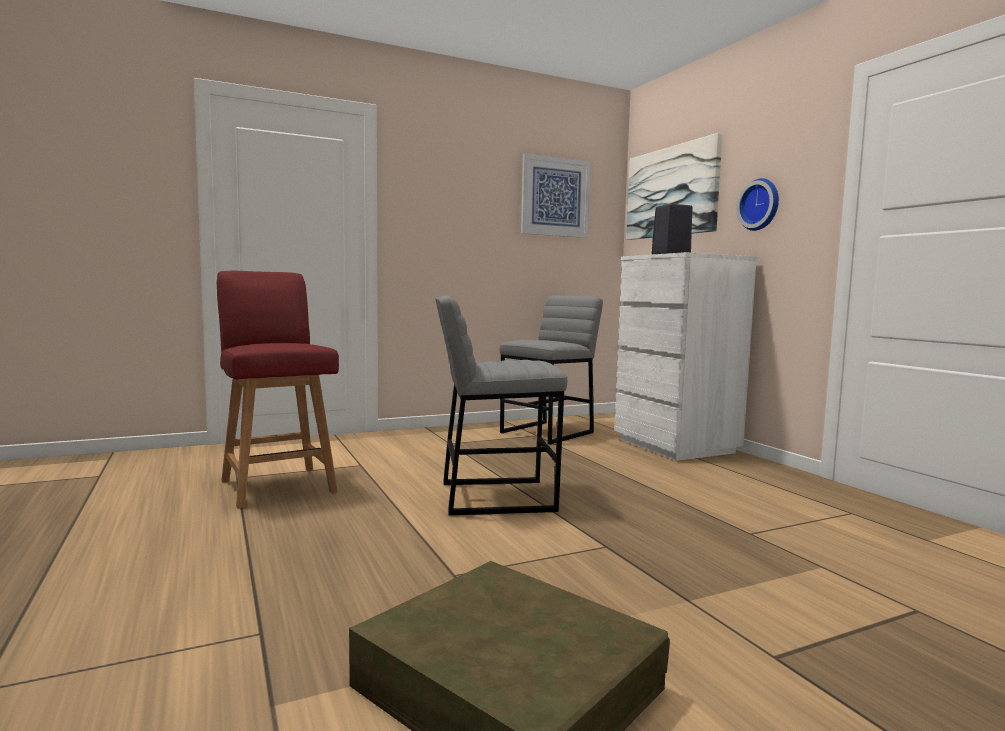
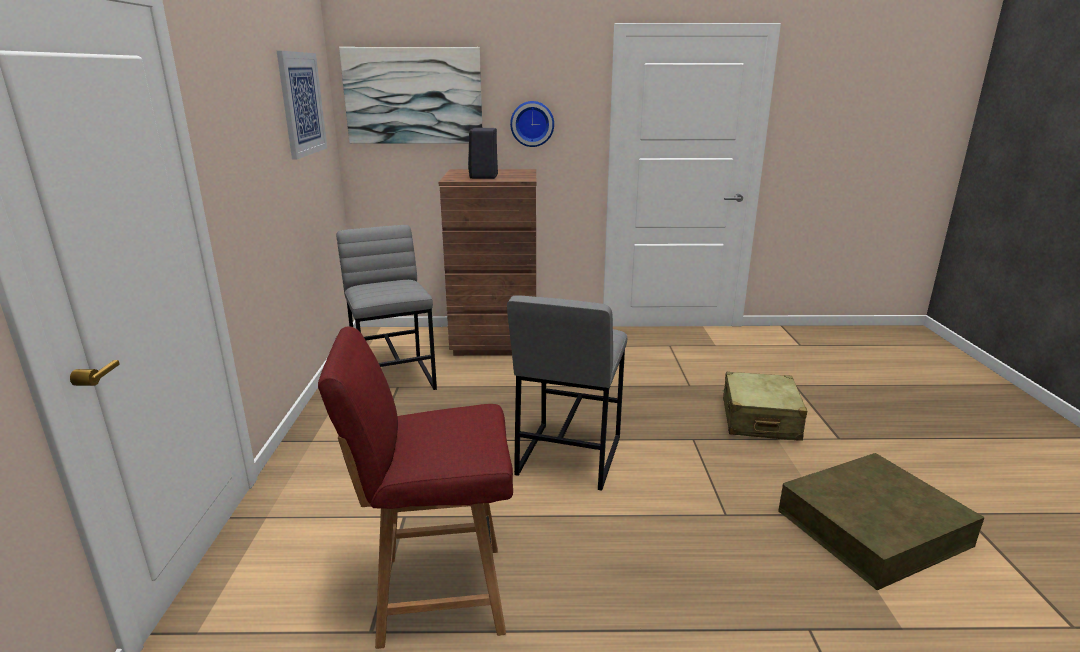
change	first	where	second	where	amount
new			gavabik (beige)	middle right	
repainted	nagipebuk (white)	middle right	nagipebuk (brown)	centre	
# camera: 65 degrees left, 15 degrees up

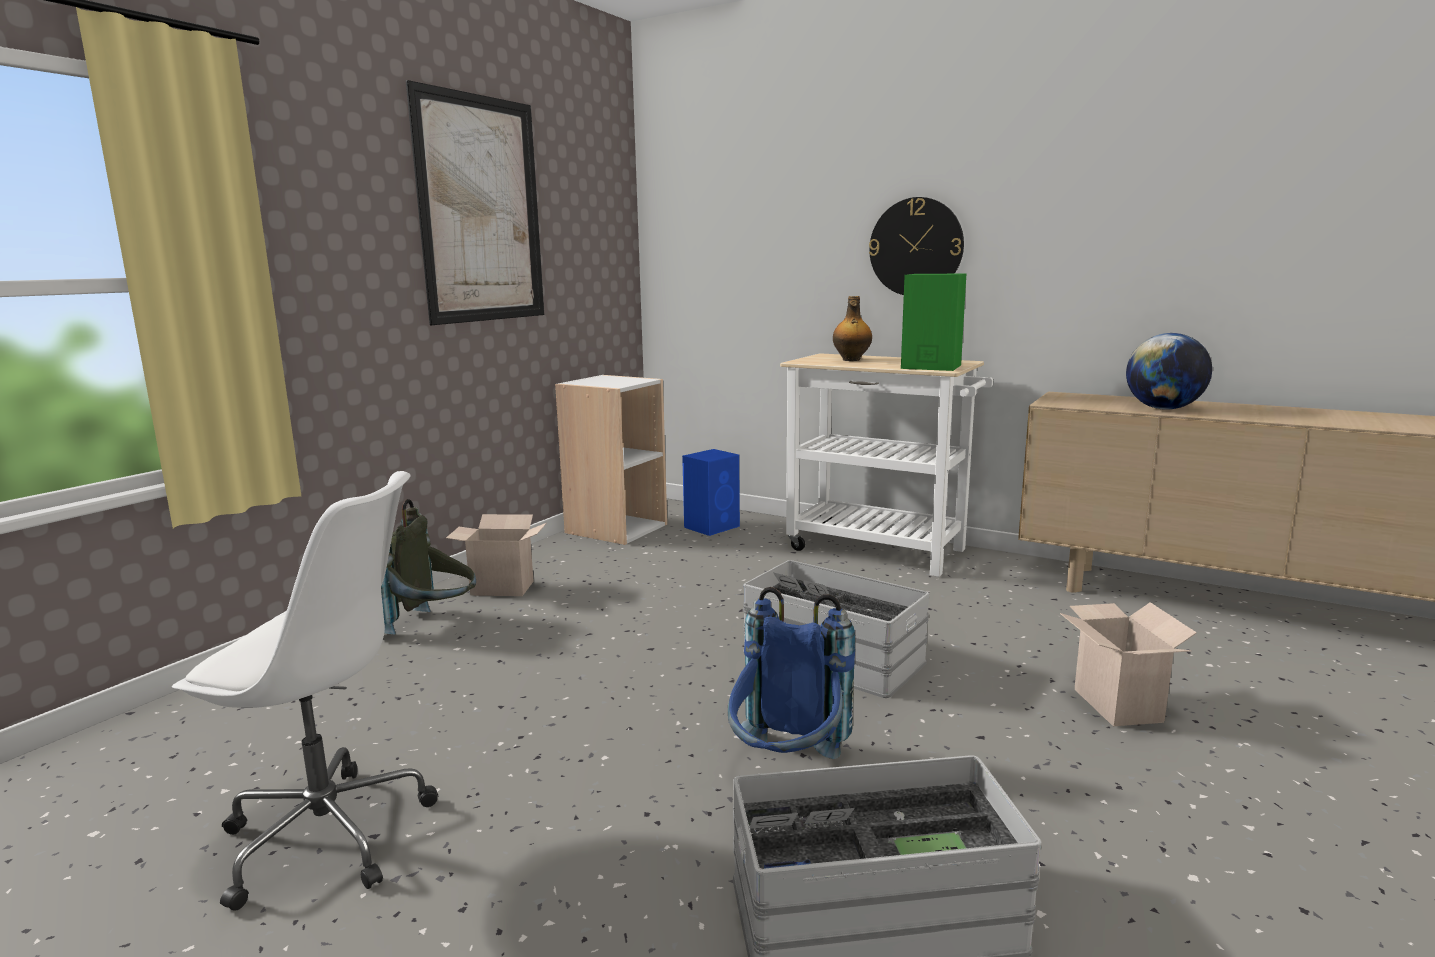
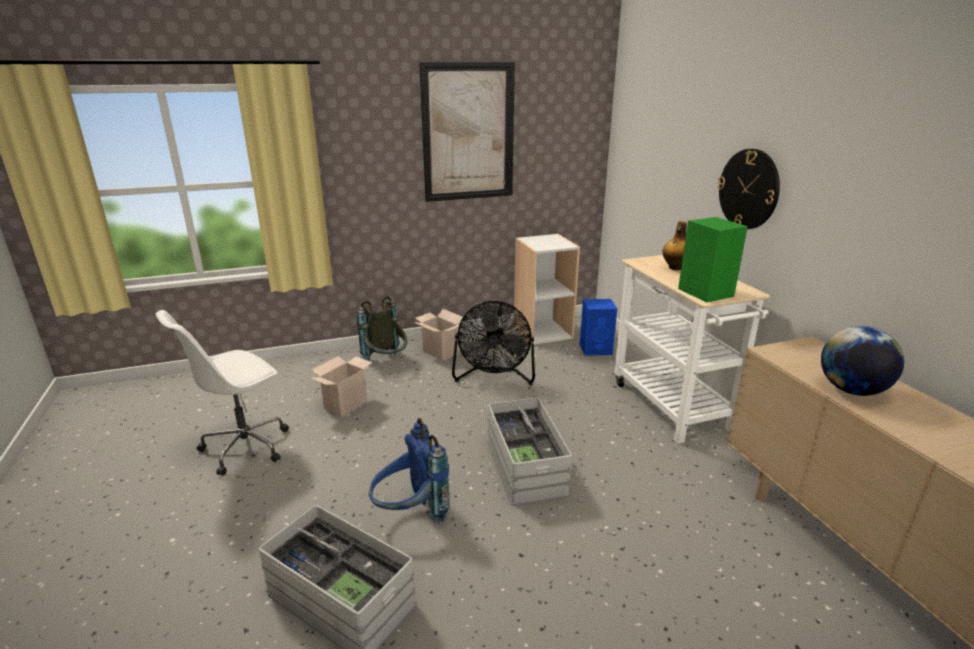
change	first	where	second	where	amount
new			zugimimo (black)	centre	
shifted	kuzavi (no. 2 from left in the first image)	bottom right	kuzavi (no. 1 from left)	centre	
rotated	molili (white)	bottom left		middle left	90 degrees clockwise
# camera: 40 degrees right, 10 degrees up

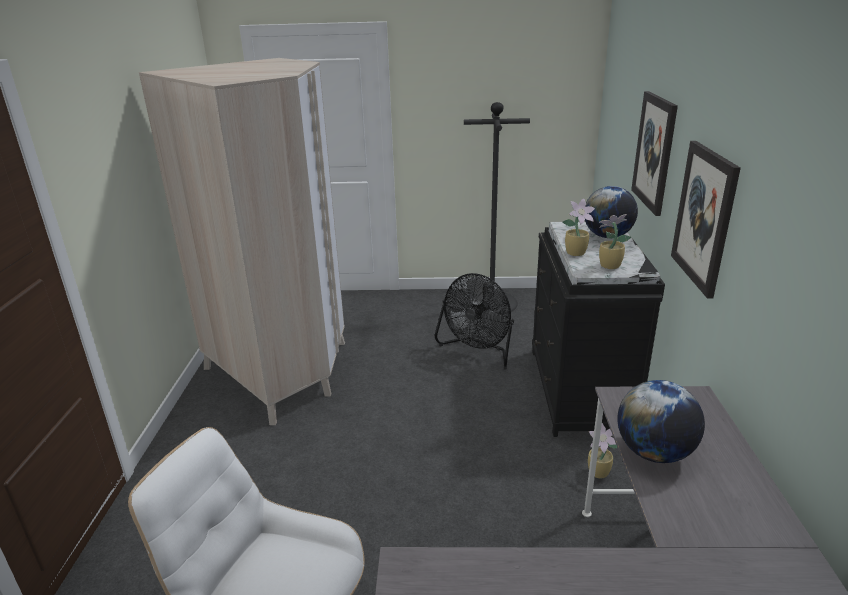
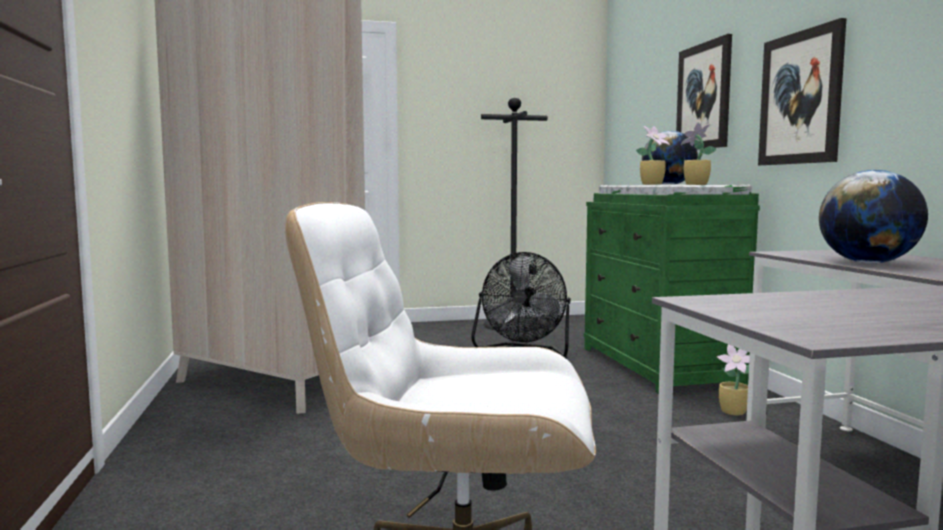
change	first	where	second	where	amount
repainted	nagipebuk (black)	middle right	nagipebuk (green)	middle right	
# camera: 15 degrees left, 20 degrees down

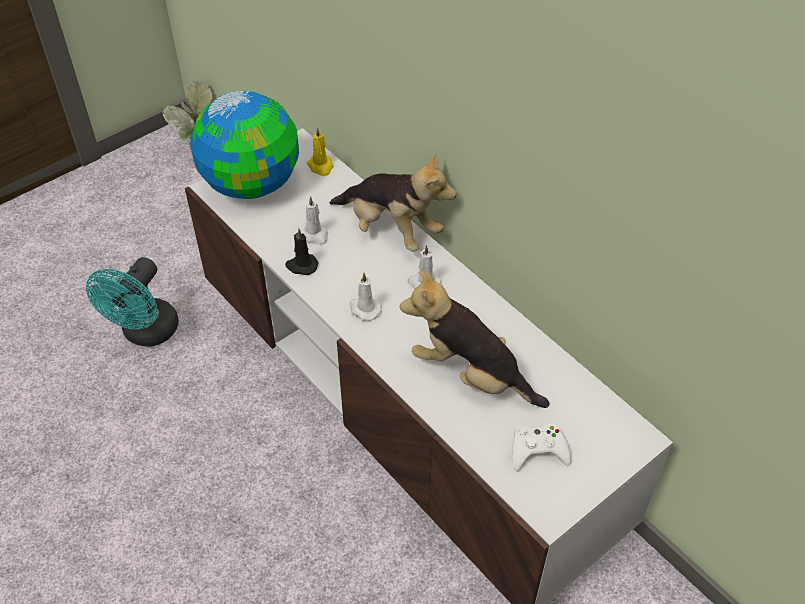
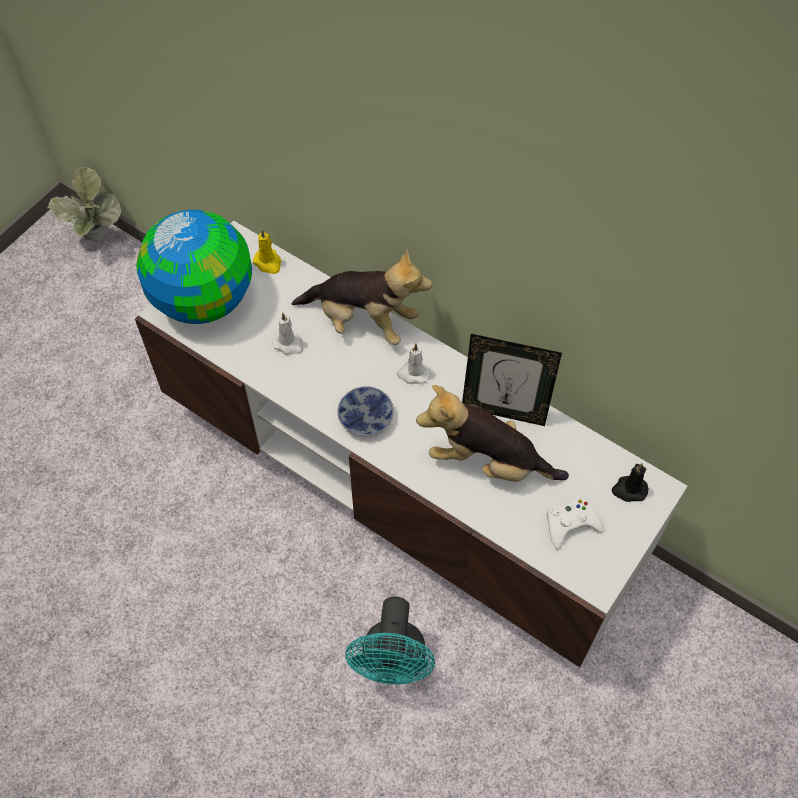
change	first	where	second	where	amount
new			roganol	centre	
shifted	zugimimo (turquoise)	middle left		bottom centre	
shifted	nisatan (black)	centre		middle right	
swapped	nisatan (white) (no. 2 from left)	centre	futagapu	centre	
# camera: 15 degrees left, 10 degrees up

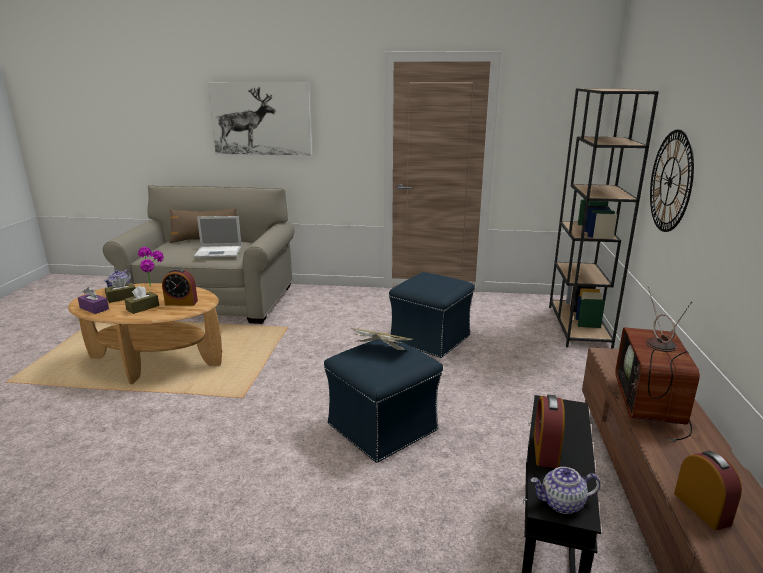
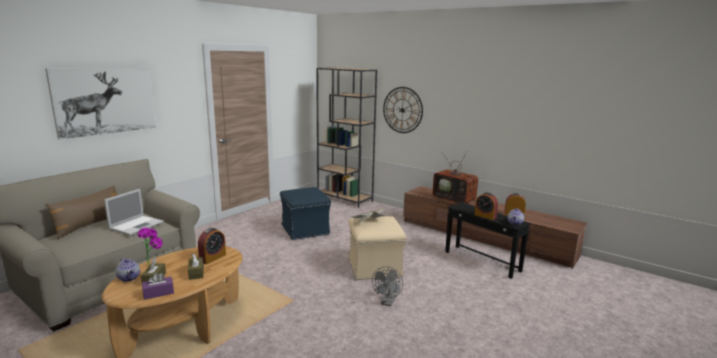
change	first	where	second	where	amount
new			zugimimo (grey)	bottom centre	
repainted	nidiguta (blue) (no. 1 from left)	bottom centre	nidiguta (beige)	bottom centre	
# camera: 60 degrees left, 5 degrees down

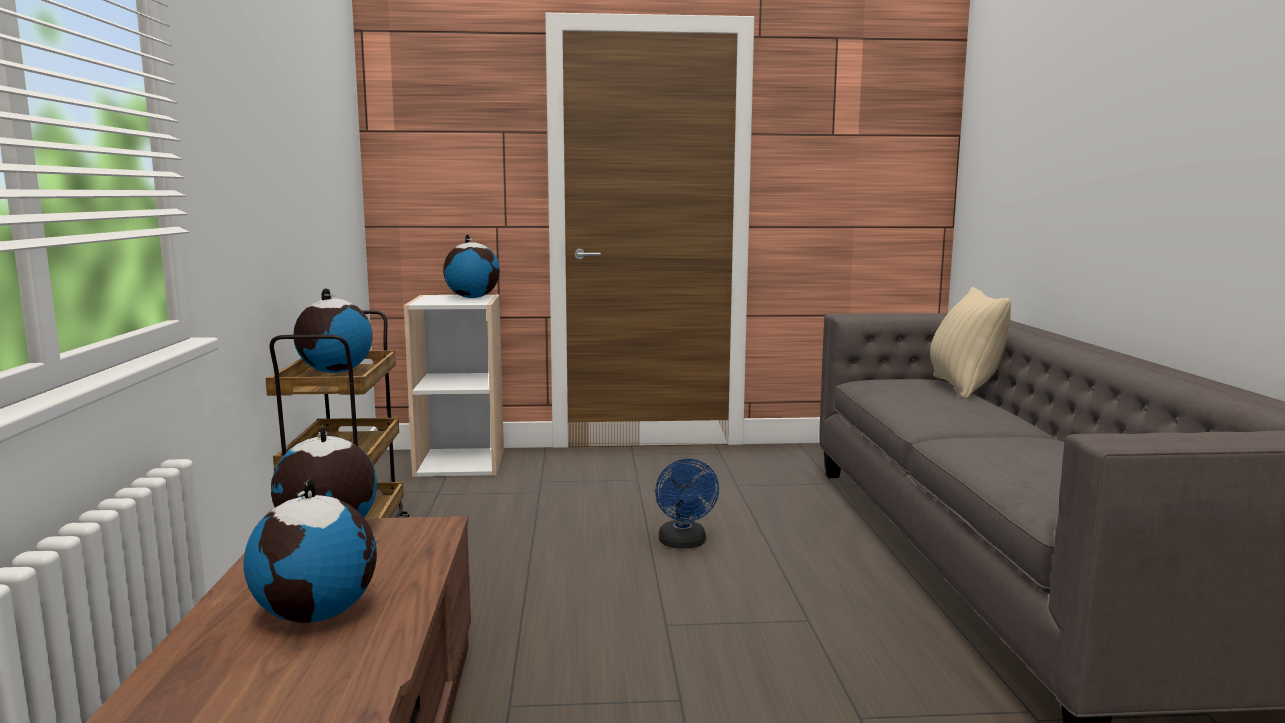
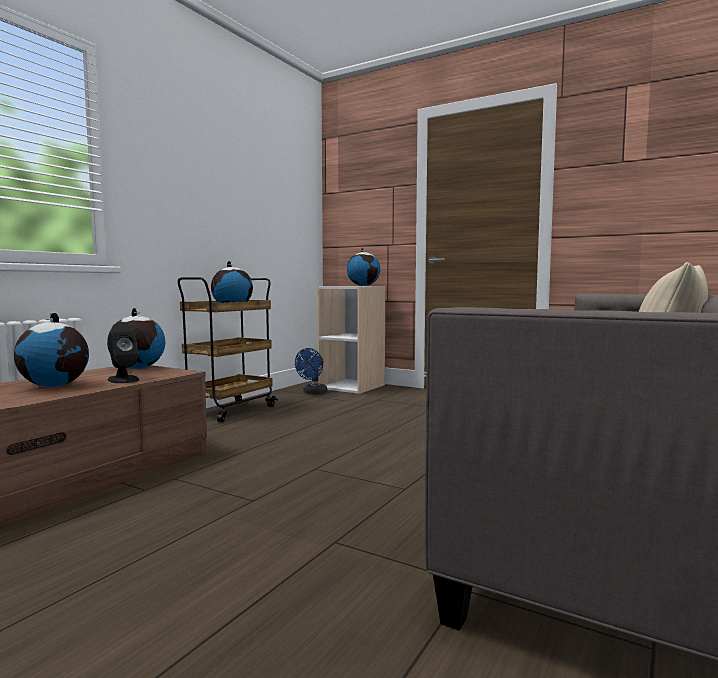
change	first	where	second	where	amount
new			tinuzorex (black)	middle left	
shifted	zugimimo (blue)	bottom centre		centre	
# camera: 35 degrees right, 5 degrees down

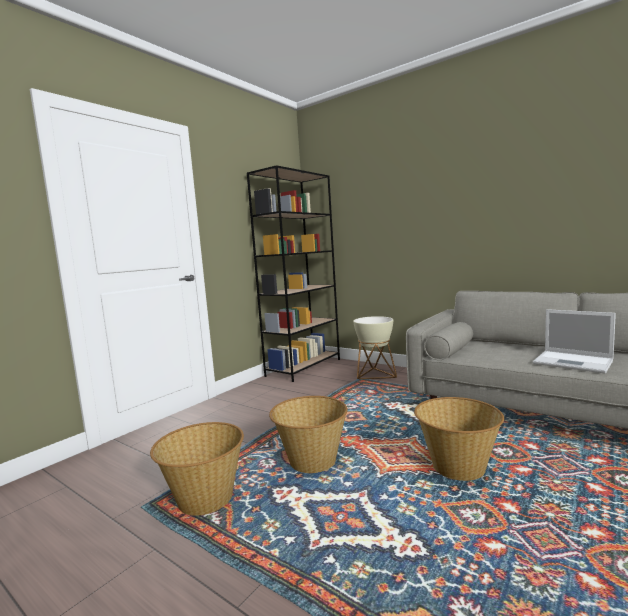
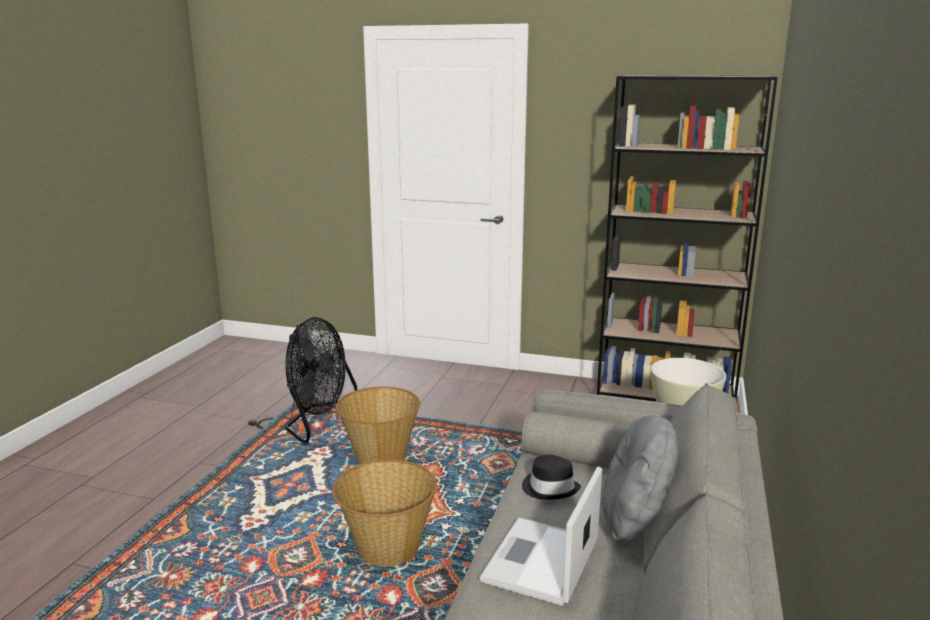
change	first	where	second	where	amount
new			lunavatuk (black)	bottom centre	
new			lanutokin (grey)	bottom right	
swapped	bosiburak (no. 1 from left)	bottom left	zugimimo (black)	middle left	
# camera: 70 degrees right, 10 degrees up

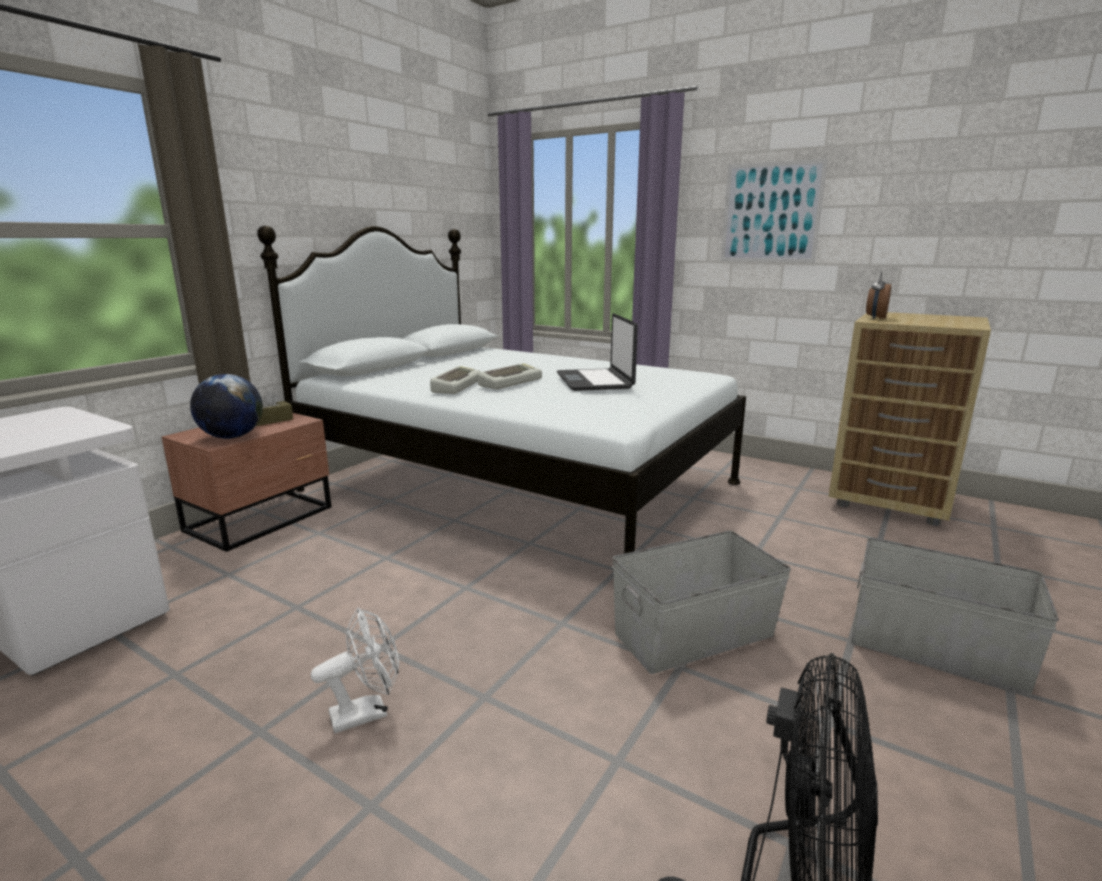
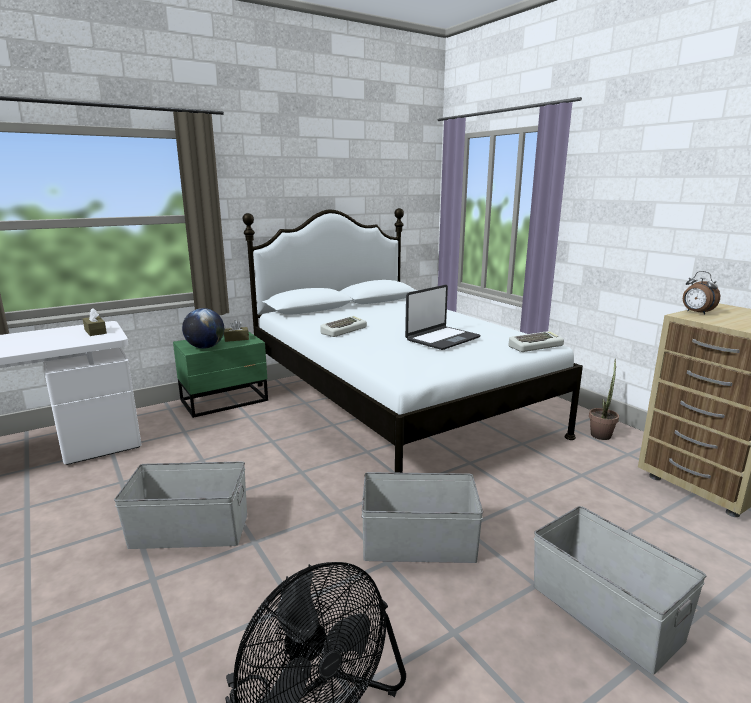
change	first	where	second	where	amount
gone	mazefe	top right			
new			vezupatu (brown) (no. 1 from left)	middle left	
new			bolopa	middle right	
shifted	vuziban (no. 2 from left)	centre		middle right	
swapped	zugimimo (white)	bottom left	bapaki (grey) (no. 1 from left)	bottom left	
repainted	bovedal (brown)	middle left	bovedal (green)	middle left	
rotated	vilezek	centre		centre	150 degrees counterclockwise
rotated	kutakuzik	middle right		middle right	90 degrees counterclockwise
# camera: 25 degrees right, 0 degrees up

